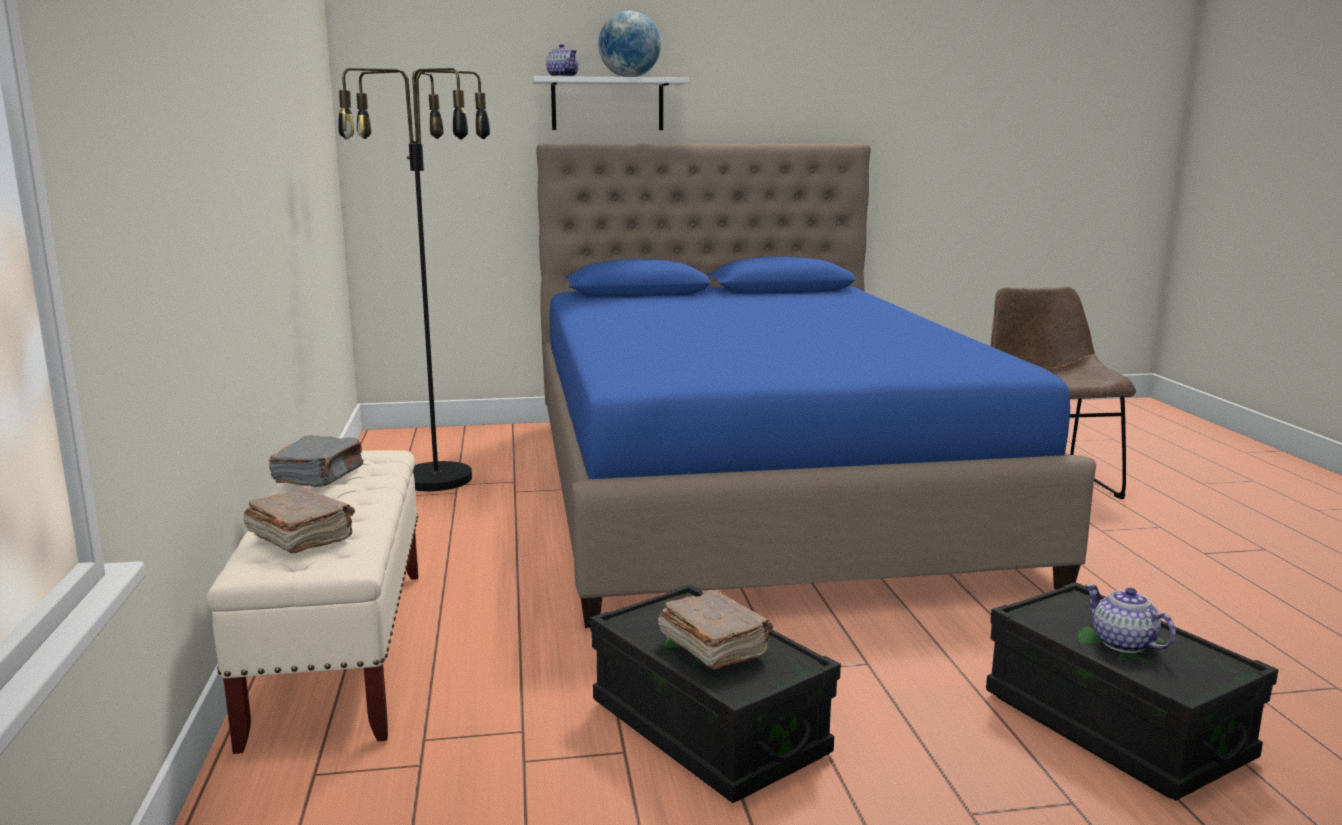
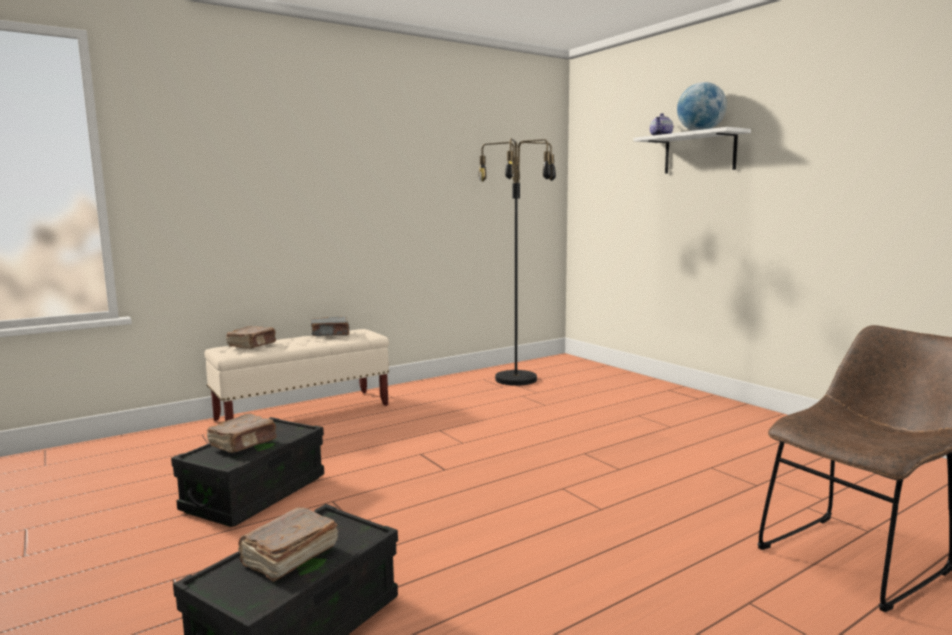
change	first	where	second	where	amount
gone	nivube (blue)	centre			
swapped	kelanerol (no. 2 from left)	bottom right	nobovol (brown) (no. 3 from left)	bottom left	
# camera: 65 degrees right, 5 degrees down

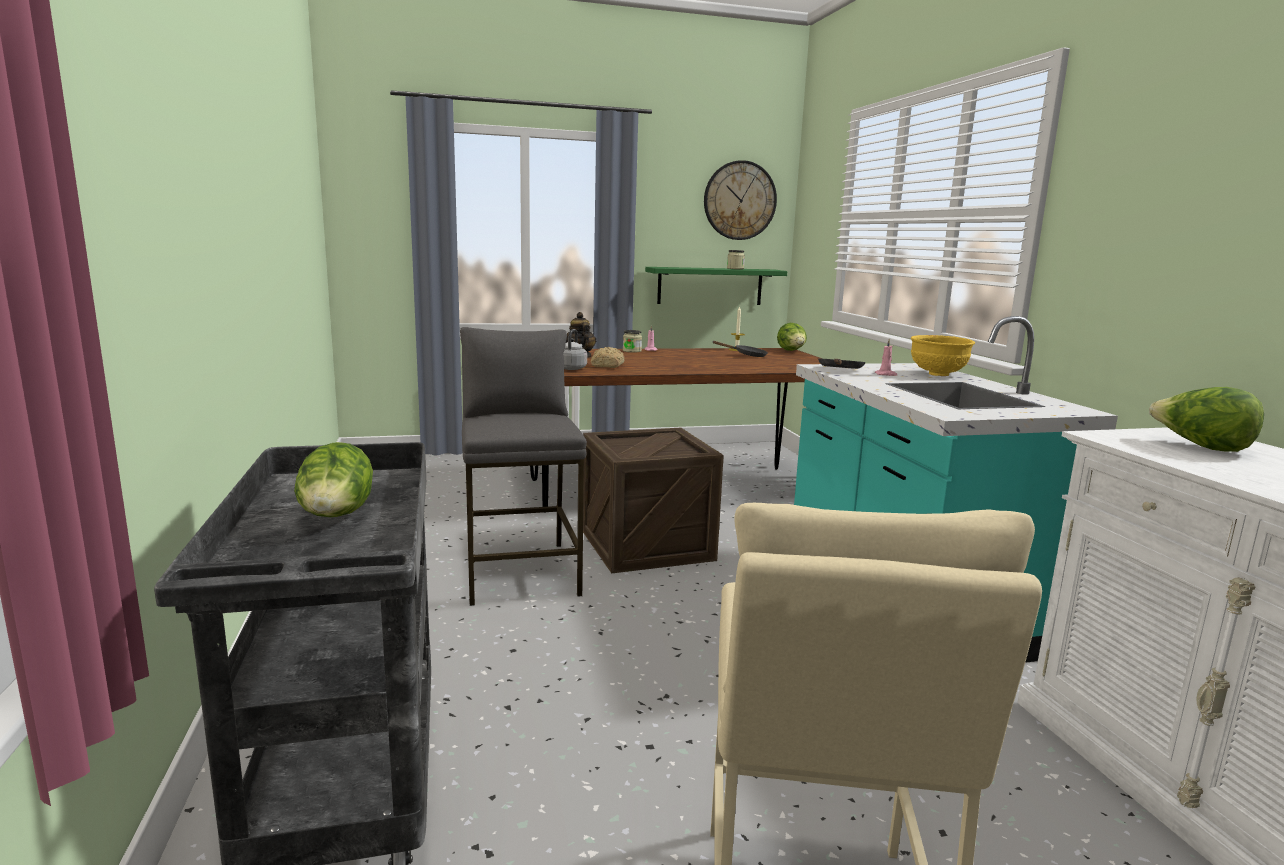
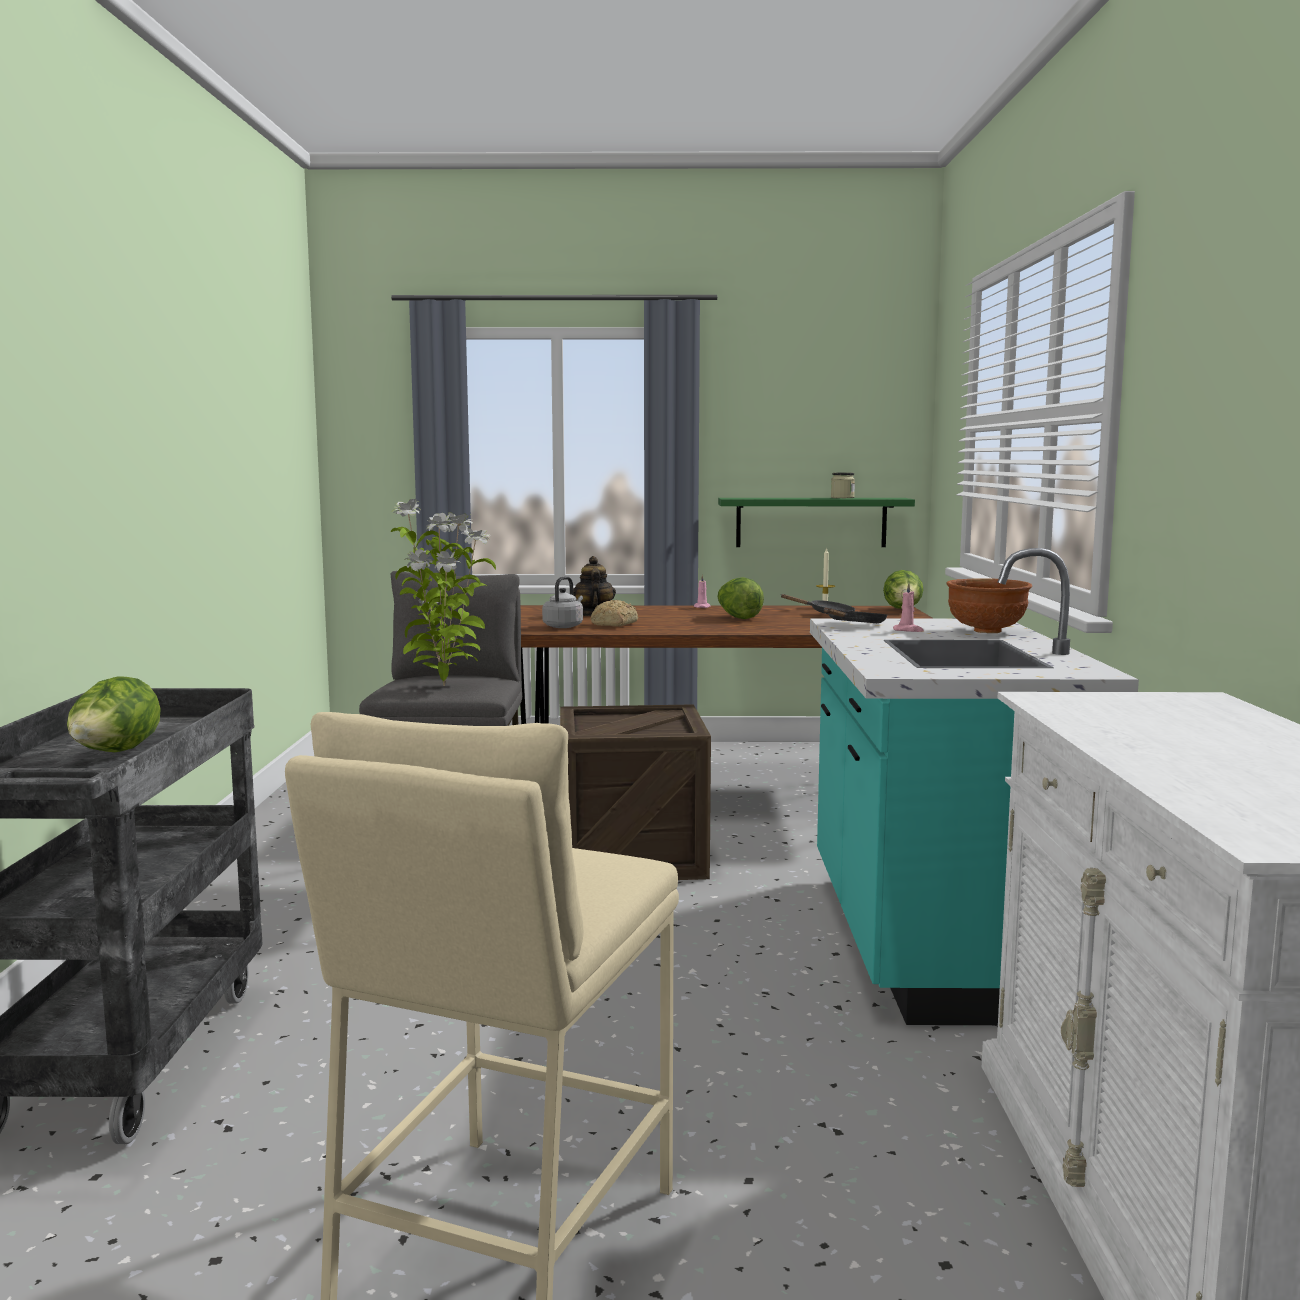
change	first	where	second	where	amount
gone	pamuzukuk (no. 1 from left)	centre			
gone	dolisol	top centre			
new			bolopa	centre	
shifted	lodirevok (no. 3 from left in the first image)	middle right	lodirevok (no. 2 from left)	centre	
repainted	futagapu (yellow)	middle right	futagapu (brown)	middle right	
# camera: 15 degrees right, 5 degrees down

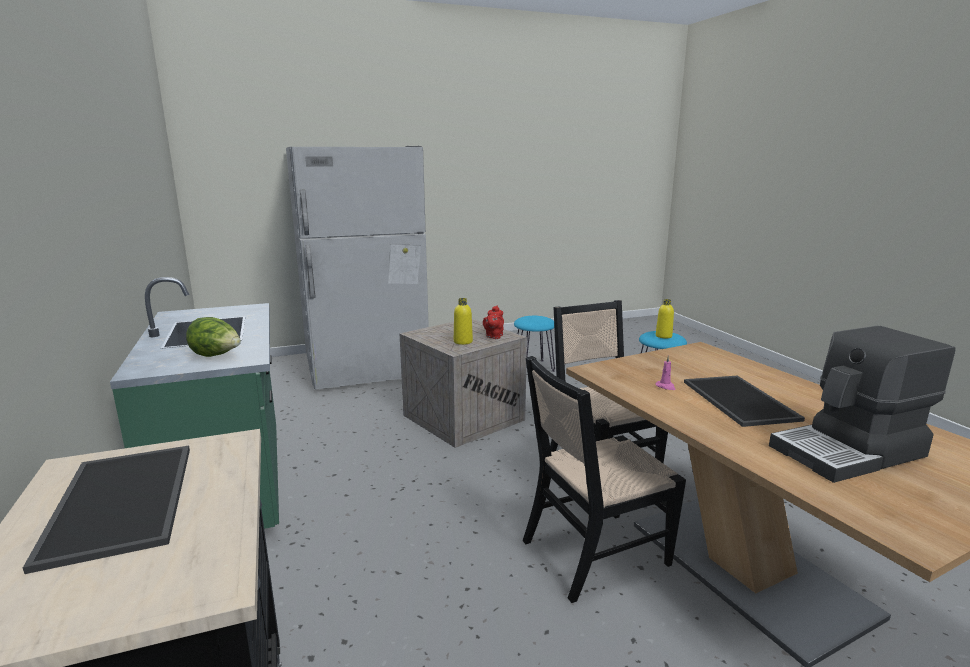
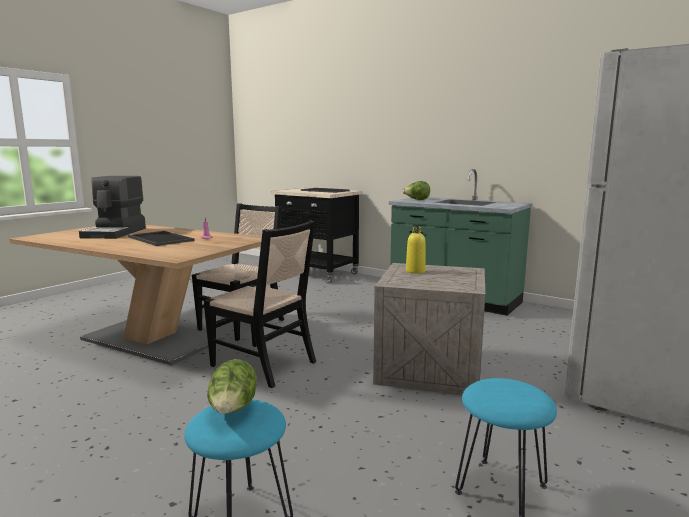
change	first	where	second	where	amount
gone	kelanerol (red)	centre			
swapped	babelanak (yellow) (no. 2 from left)	middle right	lodirevok (no. 1 from left)	bottom centre	
rotated	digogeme	middle right		middle left	150 degrees clockwise
# camera: 145 degrees right, 5 degrees down

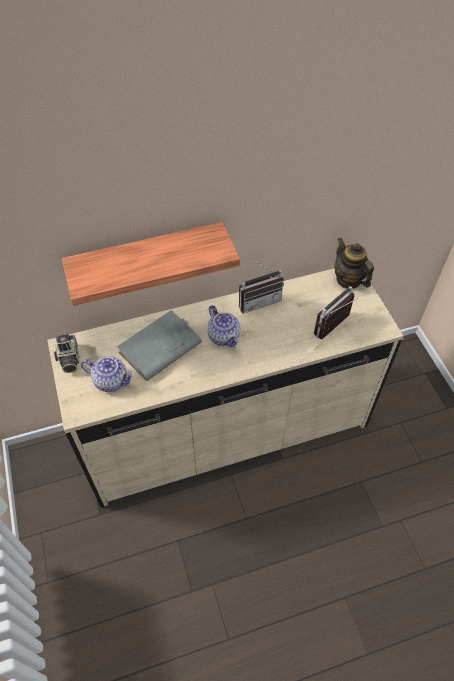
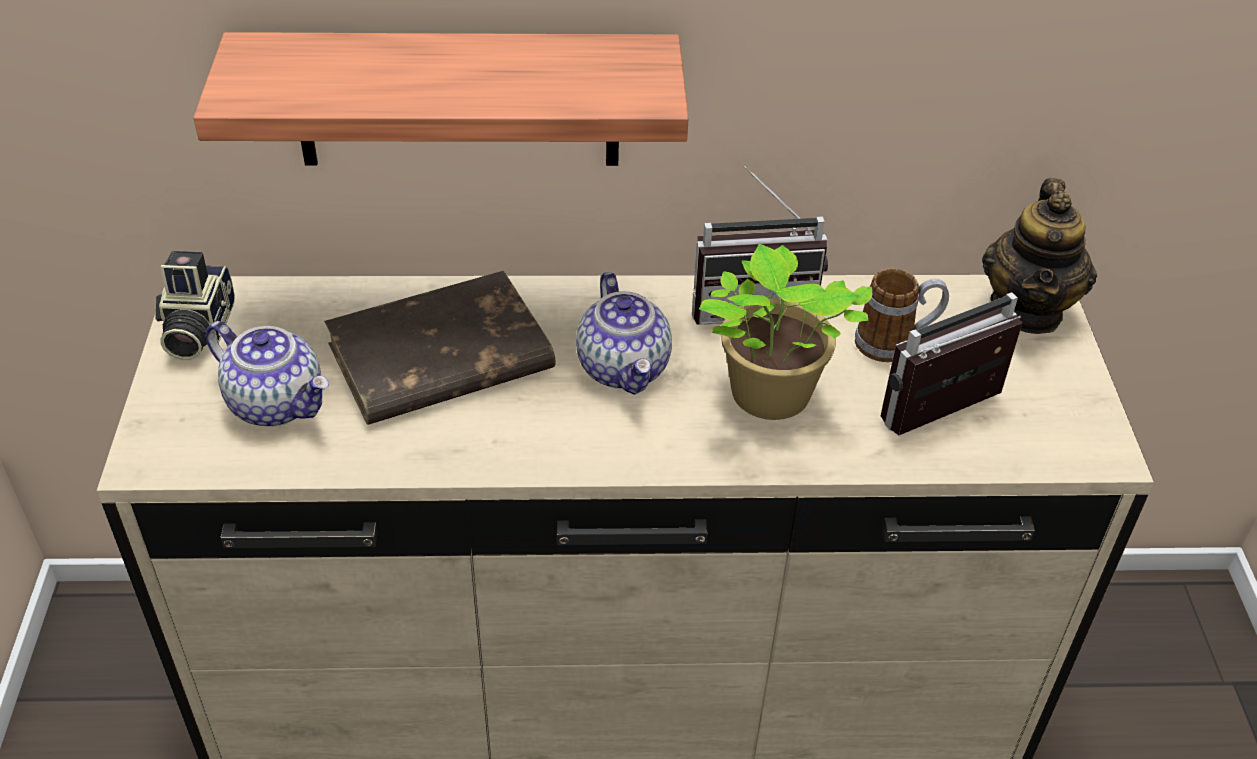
change	first	where	second	where	amount
new			bolopa	centre	
new			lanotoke	middle right	
repainted	nobovol (grey)	centre	nobovol (brown)	centre	
rotated	kelanerol (no. 3 from left)	middle right		middle right	150 degrees counterclockwise
# camera: 15 degrees right, 10 degrees down

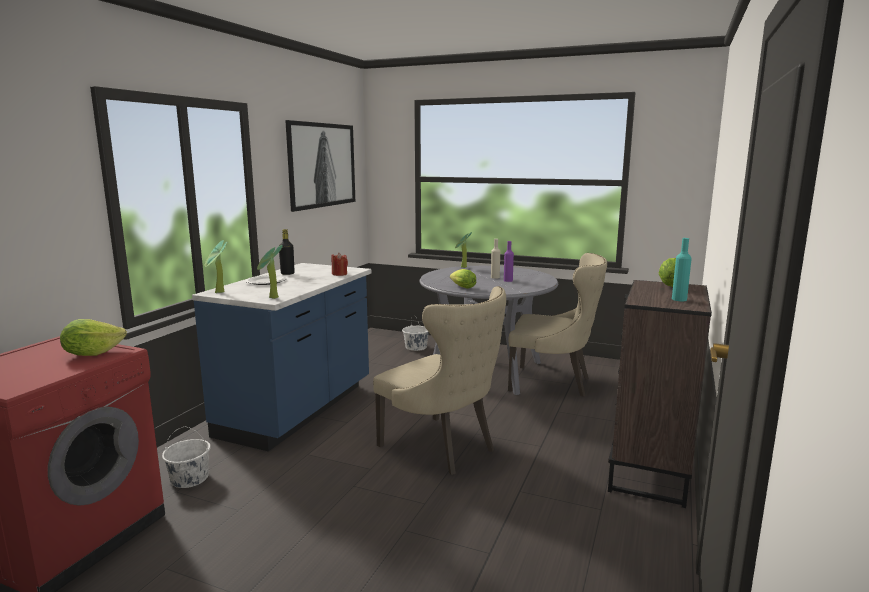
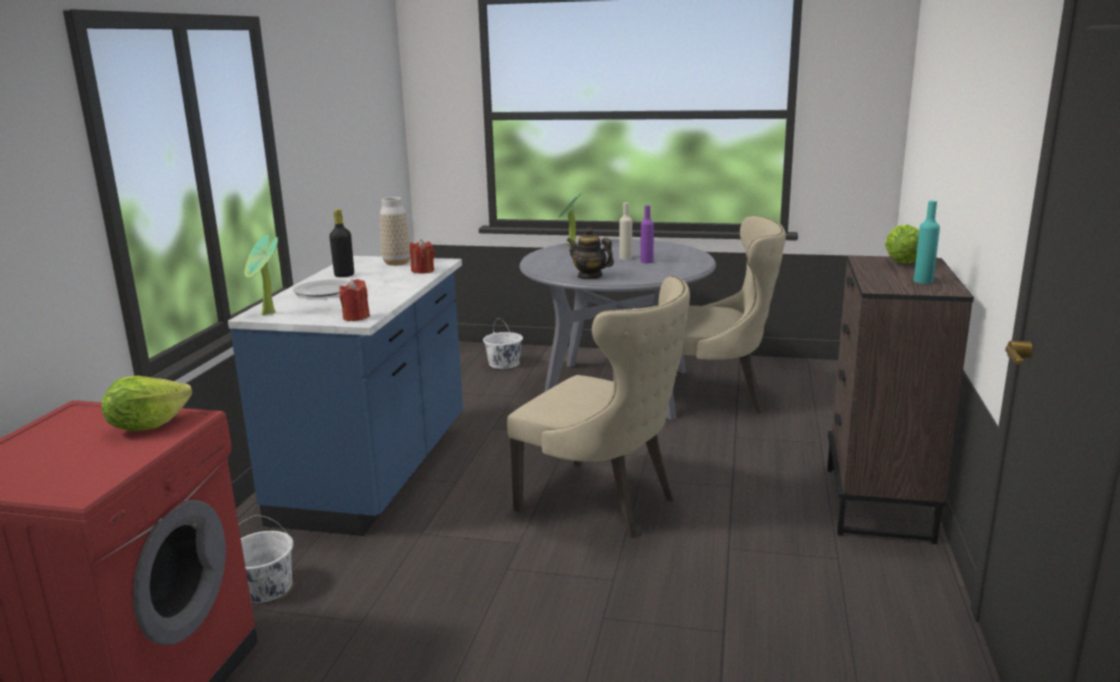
change	first	where	second	where	amount
gone	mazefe	top centre			
new			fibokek	centre	
swapped	bolopa (no. 2 from left)	middle left	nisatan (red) (no. 1 from left)	middle left	
swapped	lodirevok (no. 2 from left)	centre	kelanerol	centre	
# camera: 10 degrees left, 5 degrees up

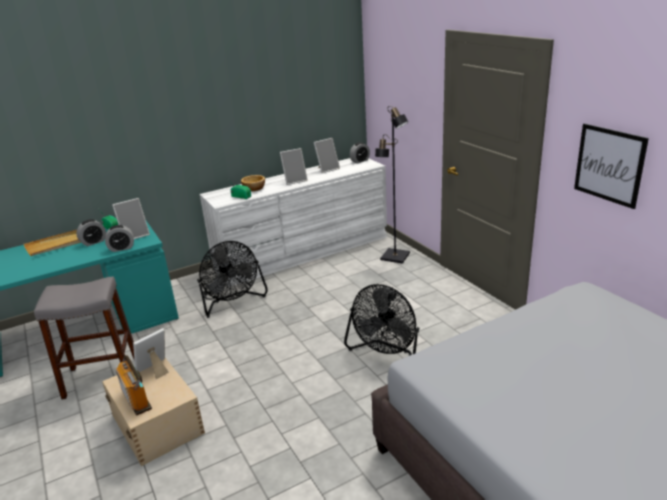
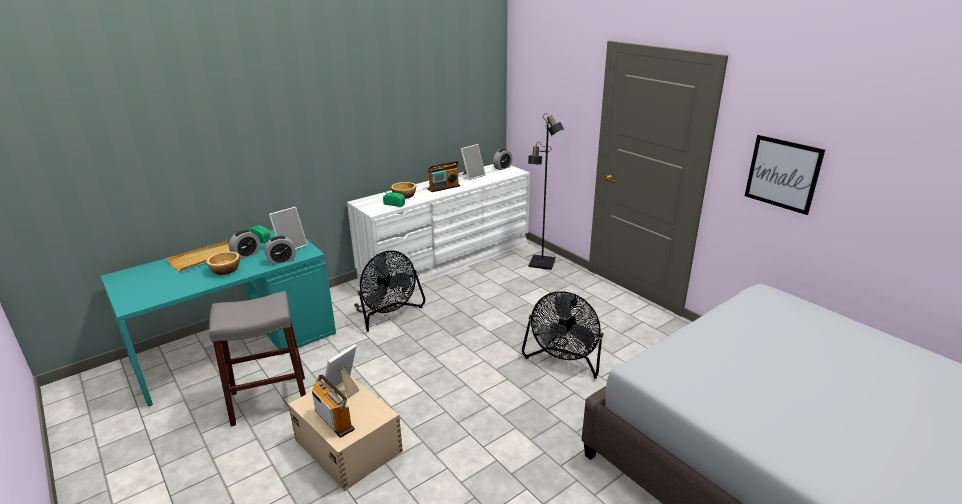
change	first	where	second	where	amount
new			futagapu (no. 1 from left)	middle left	
swapped	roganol (no. 3 from left)	top centre	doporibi (no. 4 from left)	centre	
# camera: 10 degrees left, 0 degrees up

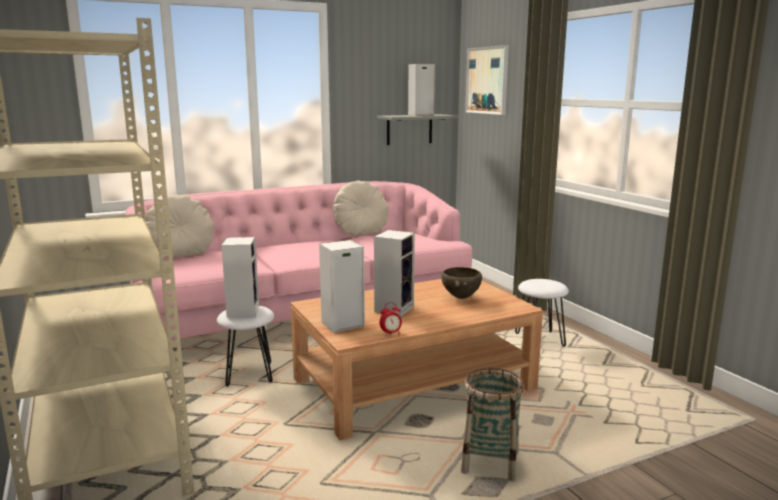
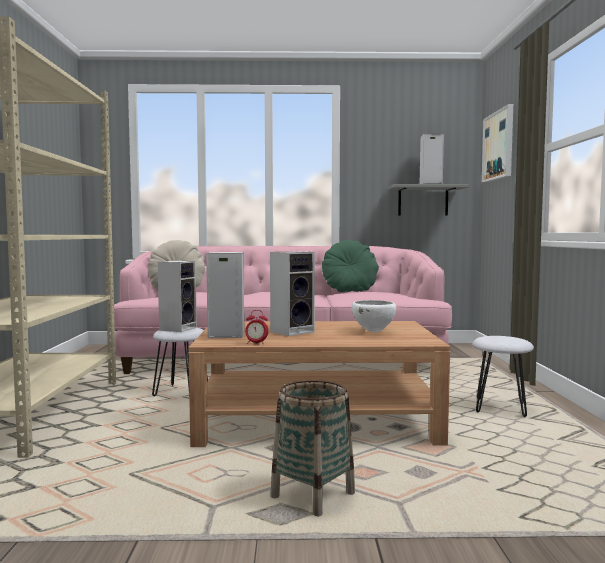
change	first	where	second	where	amount
repainted	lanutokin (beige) (no. 2 from left)	centre	lanutokin (green)	centre	
repainted	futagapu (brown)	centre	futagapu (white)	centre	
# camera: 25 degrees right, 10 degrees down

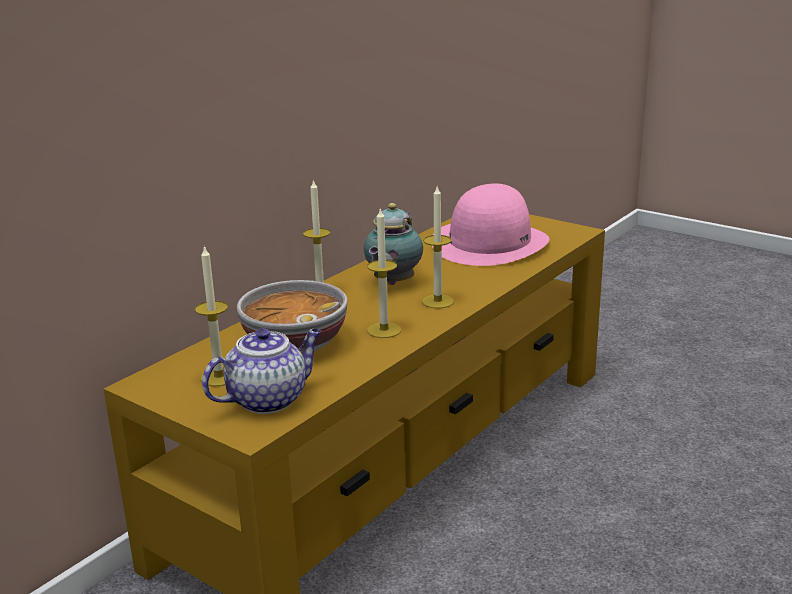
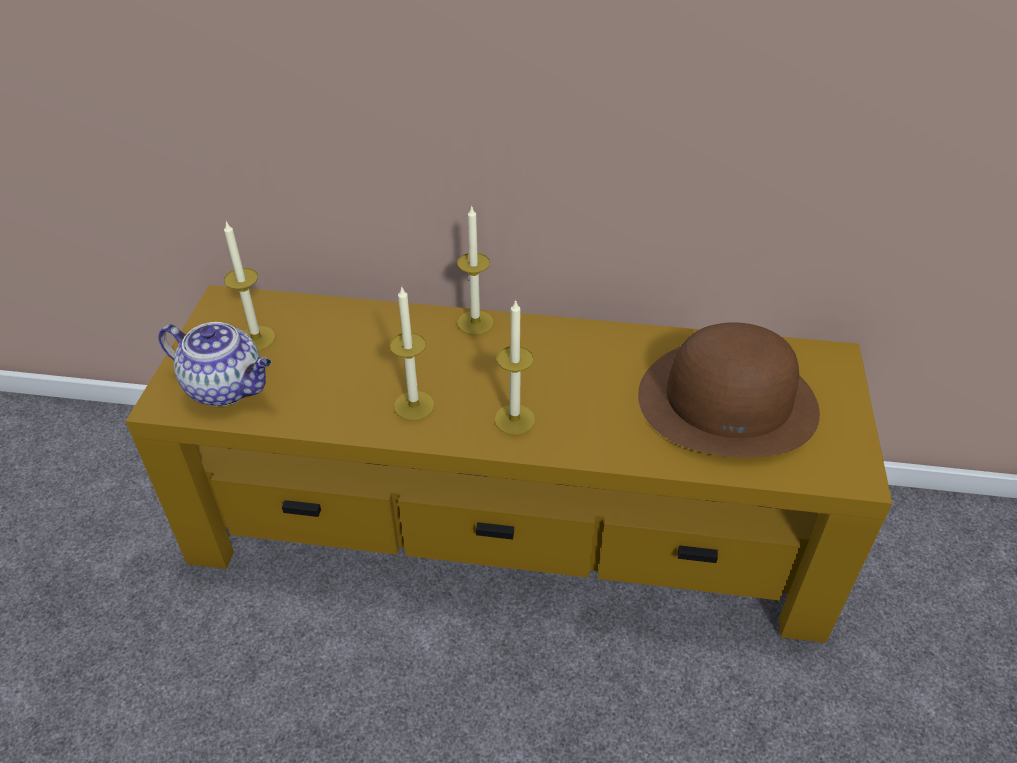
change	first	where	second	where	amount
gone	futagapu	centre			
gone	kelanerol (no. 2 from left)	centre			
repainted	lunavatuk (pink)	centre	lunavatuk (brown)	middle right	
# camera: 60 degrees right, 20 degrees up

